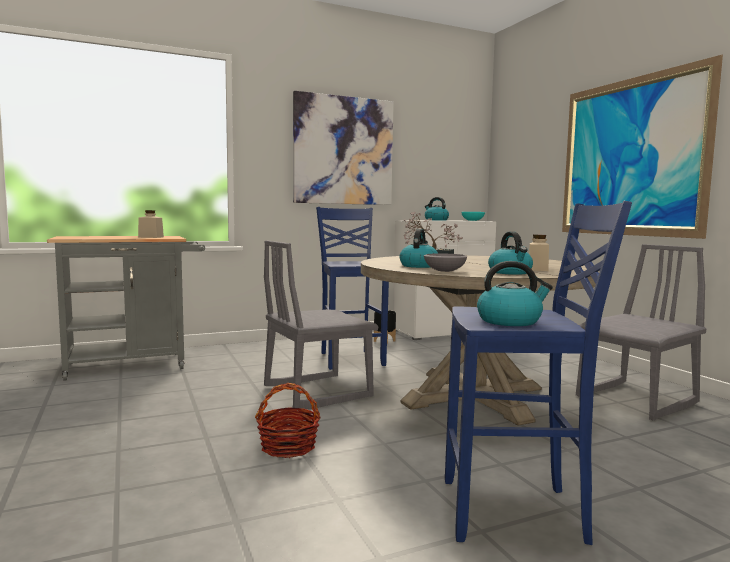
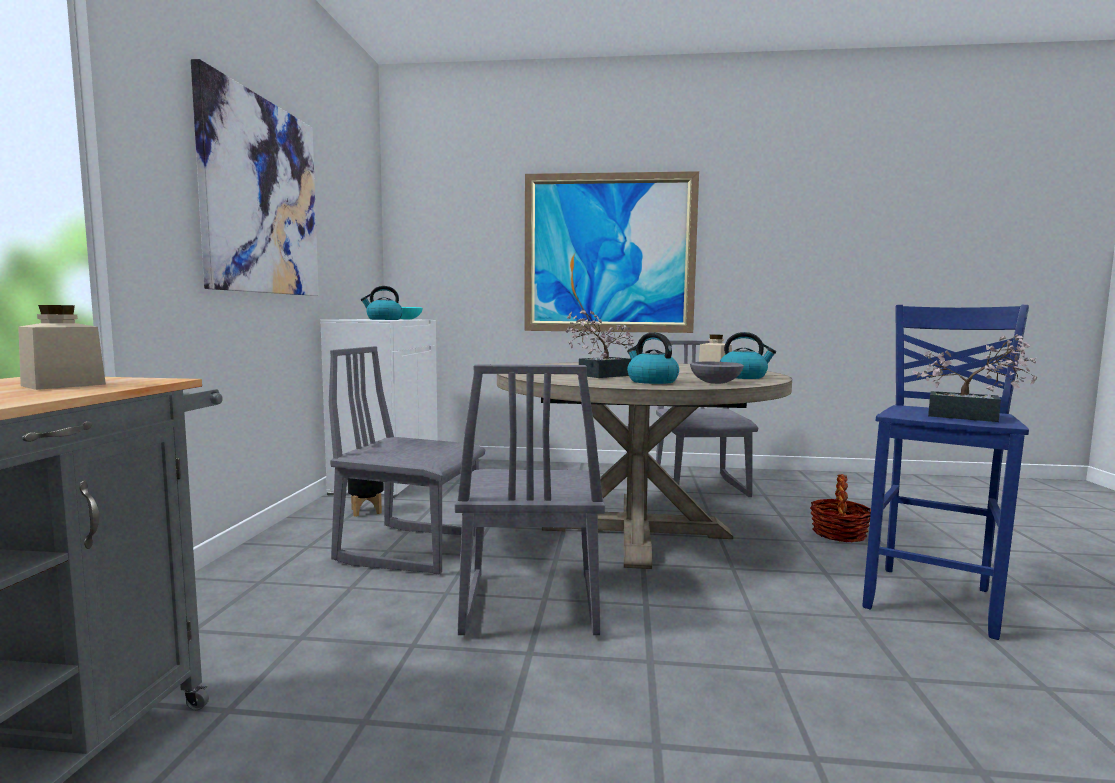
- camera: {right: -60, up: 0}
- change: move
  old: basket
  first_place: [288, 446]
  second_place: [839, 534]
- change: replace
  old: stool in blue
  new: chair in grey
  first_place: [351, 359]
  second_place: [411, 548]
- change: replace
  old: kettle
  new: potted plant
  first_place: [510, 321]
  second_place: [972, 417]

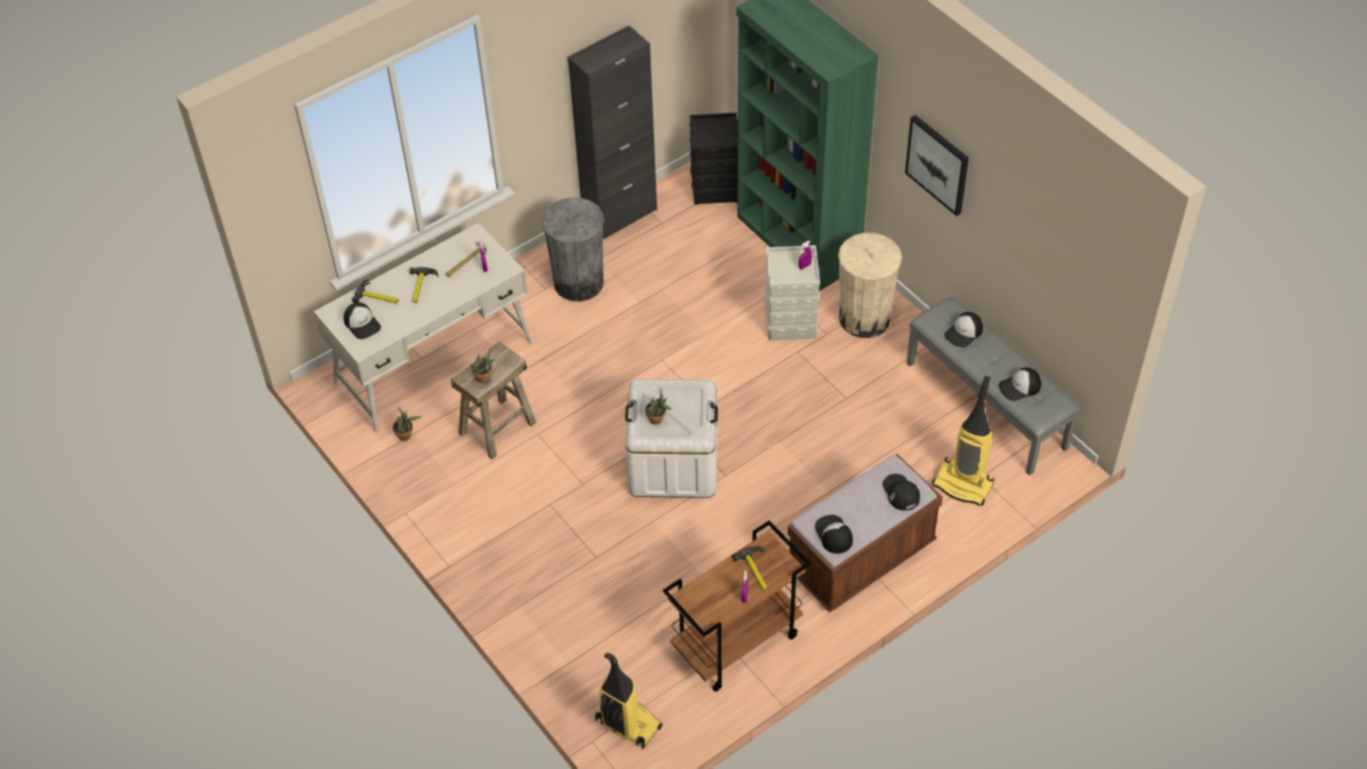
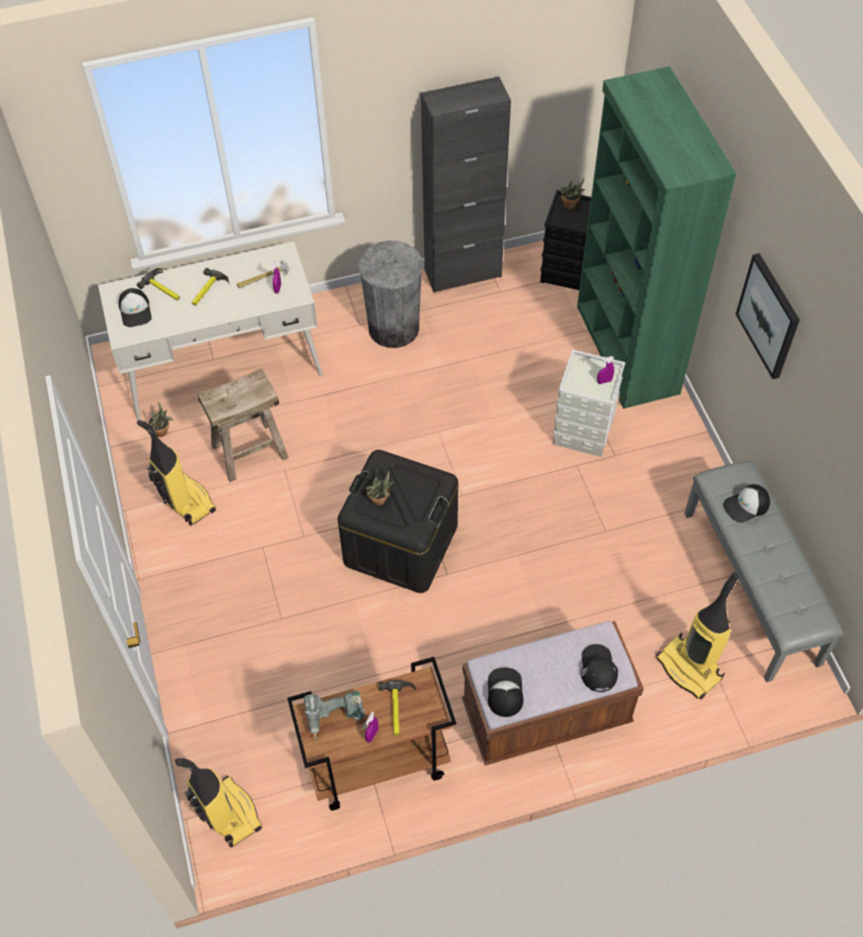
- camera: {right: 20, up: 5}
- change: delete
  old: trash can in beige
  first_place: [864, 318]
- change: delete
  old: cap
  first_place: [1020, 387]
- change: insert
  new: vacuum cleaner
  second_place: [186, 501]
- change: insert
  new: power drill
  second_place: [335, 718]
- change: move
  old: potted plant
  first_place: [484, 378]
  second_place: [570, 206]
- change: recolor
  old: storage box in white
  new: storage box in black
  first_place: [673, 463]
  second_place: [401, 544]

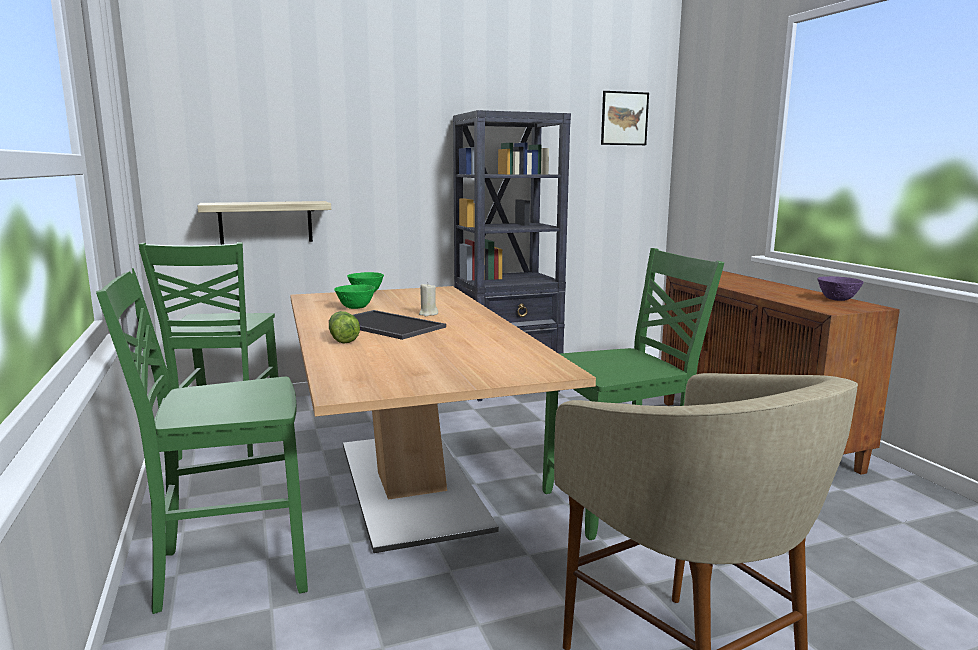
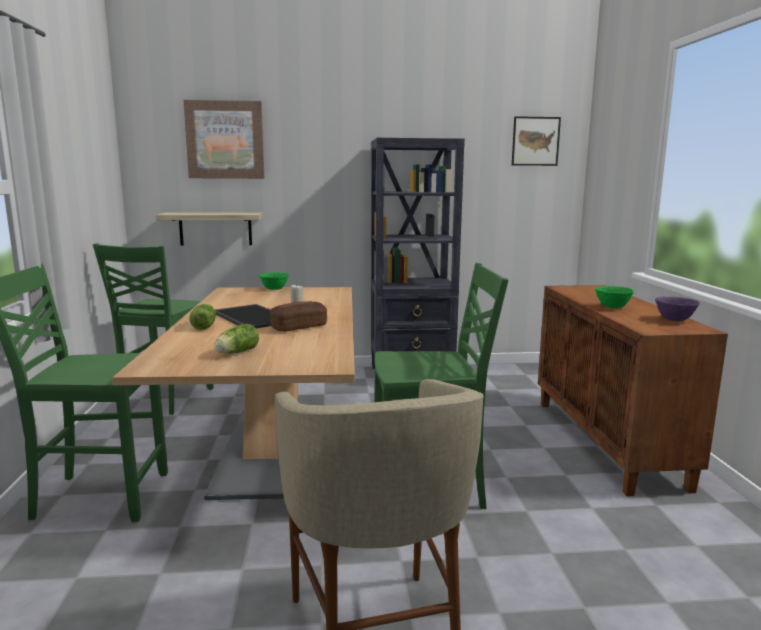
- camera: {right: 15, up: 0}
- change: insert
  new: picture
  second_place: [225, 140]
- change: insert
  new: lettuce
  second_place: [236, 353]
- change: insert
  new: bread
  second_place: [299, 327]
- change: move
  old: bowl in green
  first_place: [355, 308]
  second_place: [612, 307]

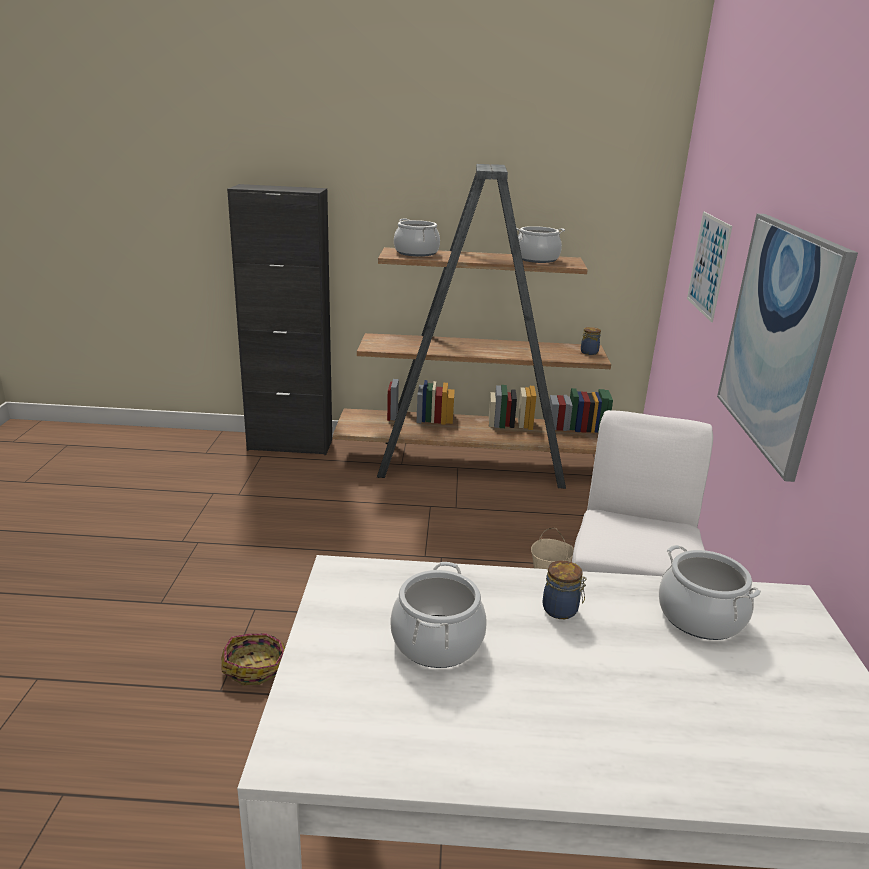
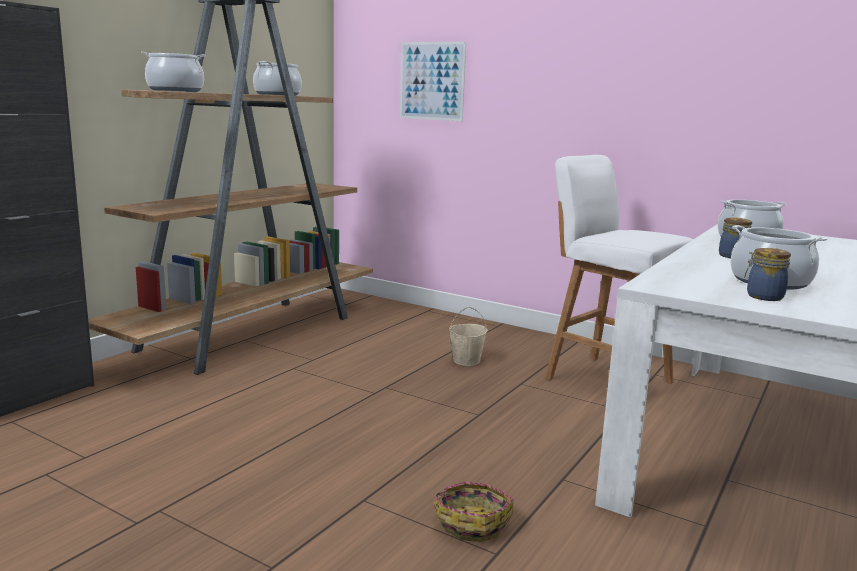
- camera: {right: -60, up: -10}
- change: delete
  old: picture
  first_place: [778, 338]
- change: move
  old: jar
  first_place: [589, 352]
  second_place: [763, 296]

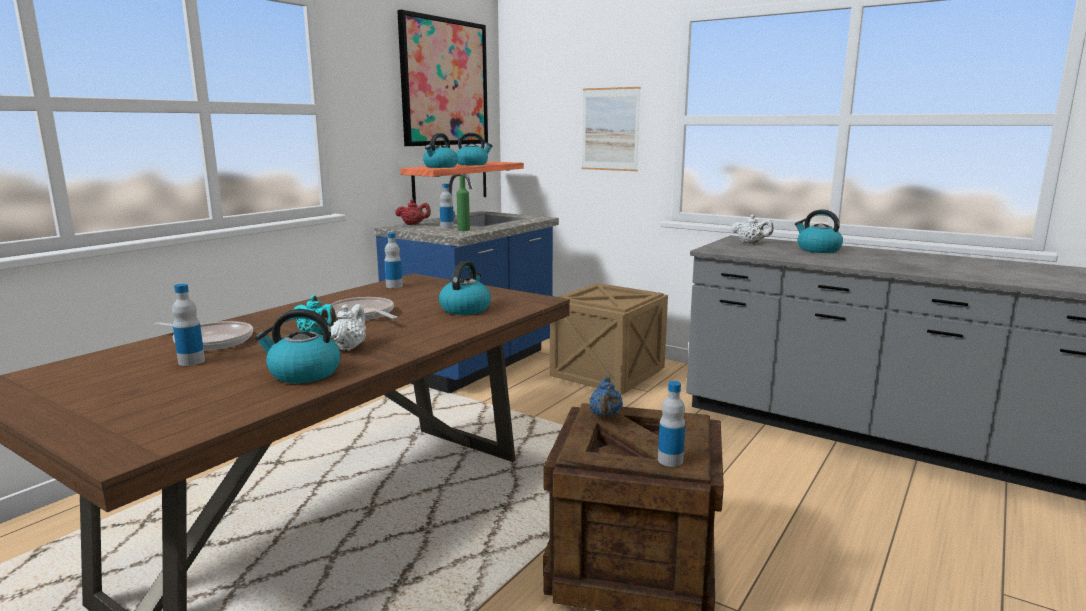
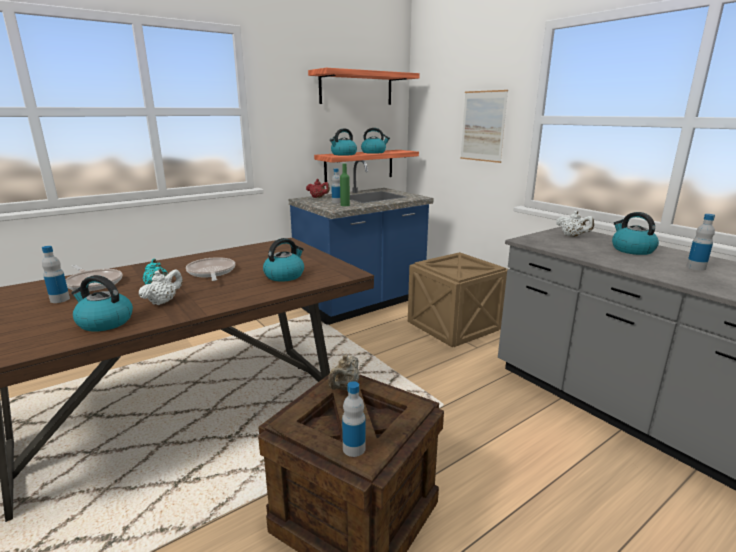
- camera: {right: 20, up: 5}
- change: move
  old: bottle
  first_place: [394, 286]
  second_place: [696, 267]
- change: replace
  old: picture
  new: shelf
  first_place: [444, 82]
  second_place: [356, 88]
- change: recolor
  old: teapot in blue
  new: teapot in beige
  first_place: [605, 416]
  second_place: [344, 387]

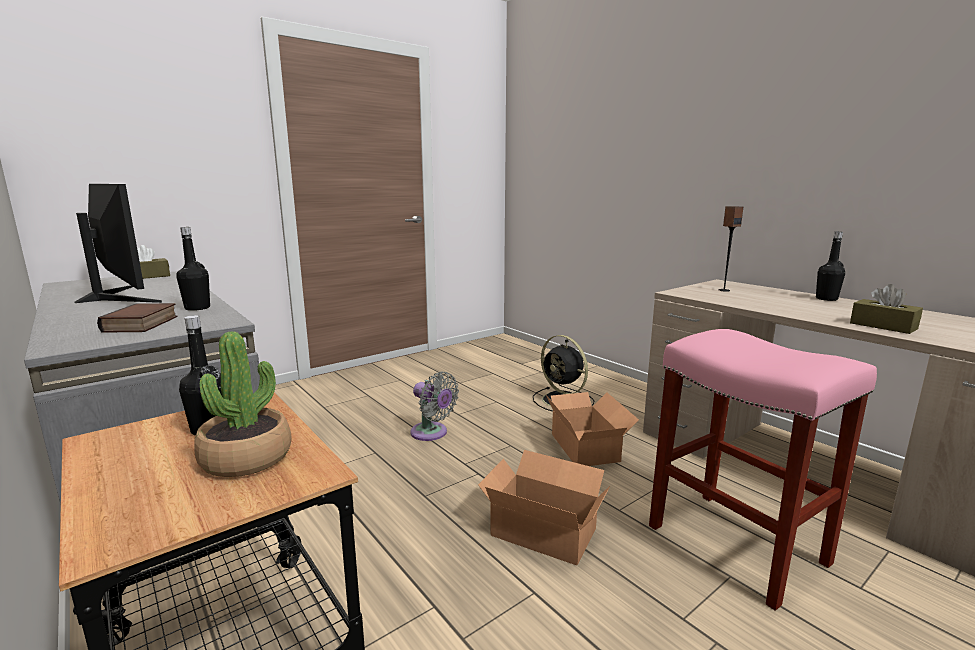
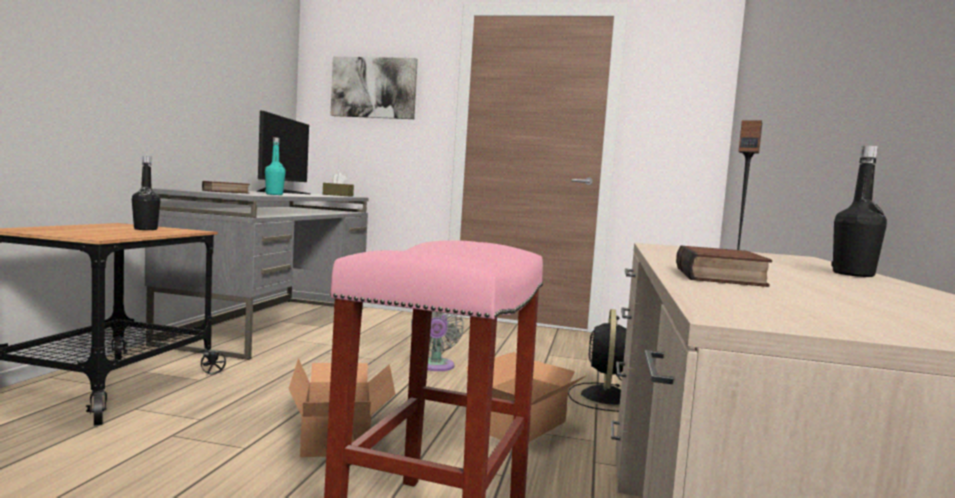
- camera: {right: 50, up: -10}
- change: delete
  old: potted plant
  first_place: [246, 458]
- change: insert
  new: picture
  second_place: [374, 88]
- change: replace
  old: tissue box in brown
  new: book
  first_place: [883, 326]
  second_place: [722, 277]
- change: recolor
  old: bottle in black
  new: bottle in turquoise
  first_place: [197, 308]
  second_place: [274, 194]

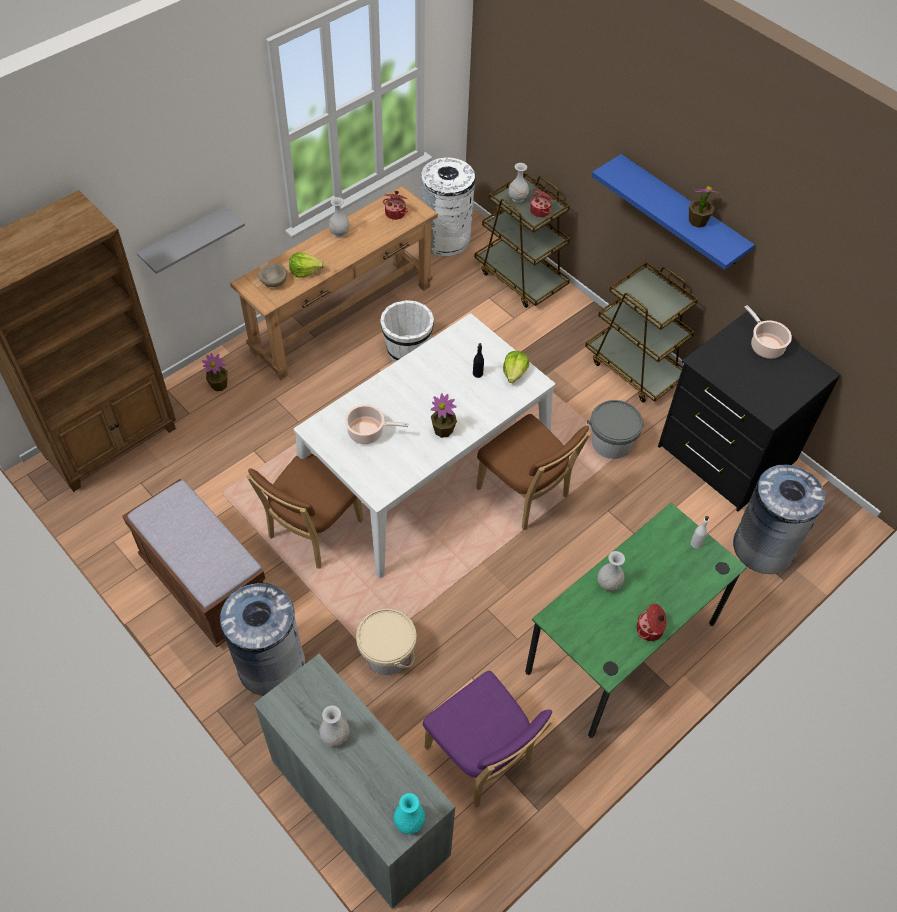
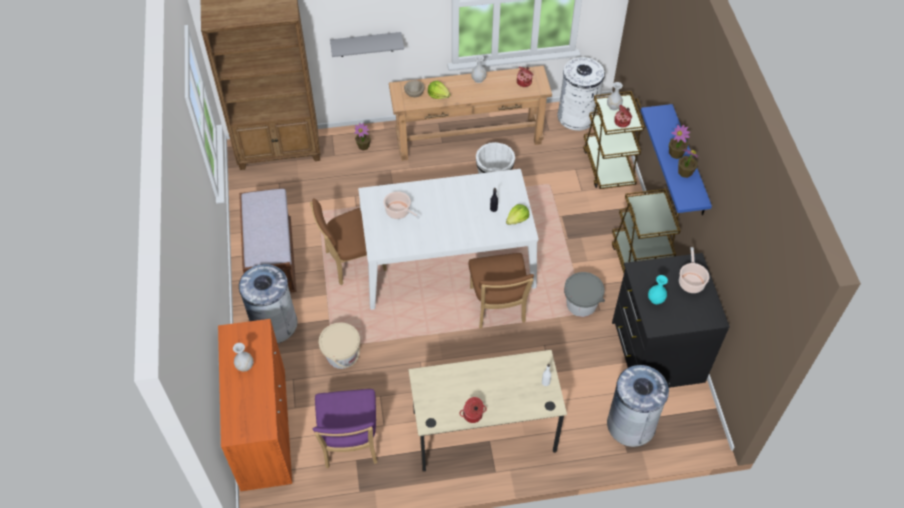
- camera: {right: 35, up: 0}
- change: delete
  old: vase in white
  first_place: [609, 584]
- change: move
  old: vase in turquoise
  first_place: [409, 822]
  second_place: [656, 299]
- change: move
  old: potted plant
  first_place: [443, 430]
  second_place: [676, 153]
- change: recolor
  old: cabinet in grey
  new: cabinet in orange
  first_place: [360, 807]
  second_place: [264, 429]
- change: recolor
  old: desk in green
  new: desk in beige
  first_place: [621, 647]
  second_place: [484, 431]

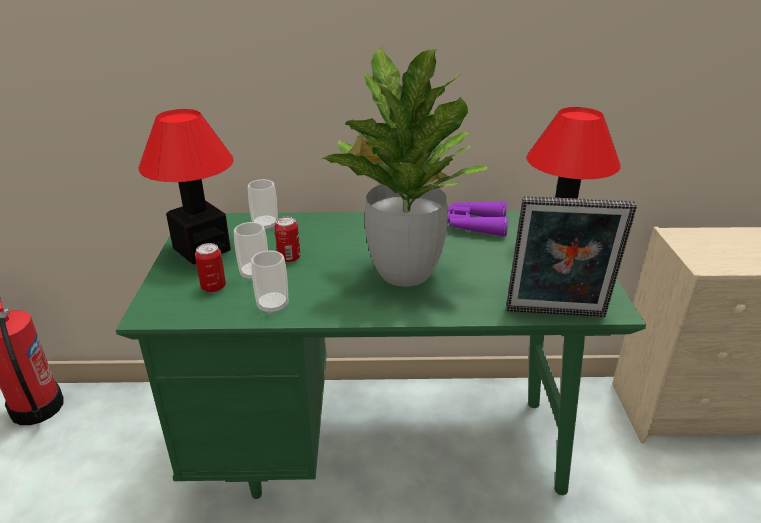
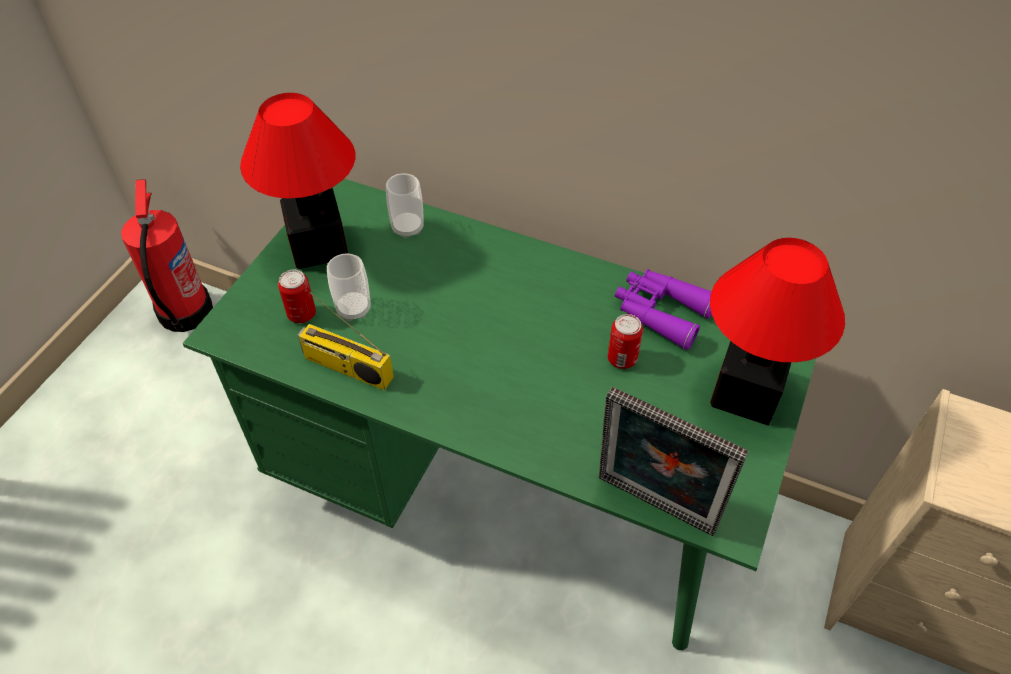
- camera: {right: 25, up: 20}
- change: delete
  old: potted plant
  first_place: [403, 273]
- change: move
  old: can
  first_place: [289, 258]
  second_place: [622, 359]
- change: replace
  old: cup
  new: radio
  first_place: [273, 306]
  second_place: [346, 368]

